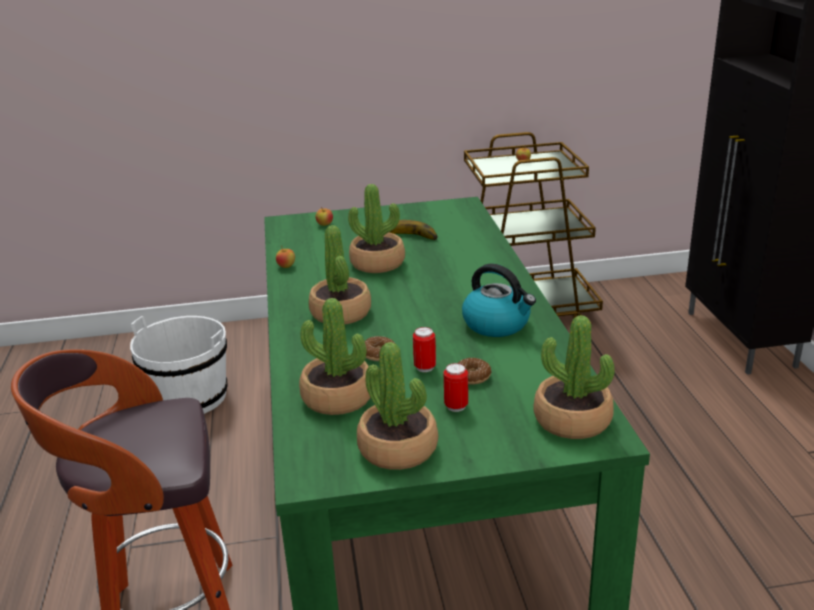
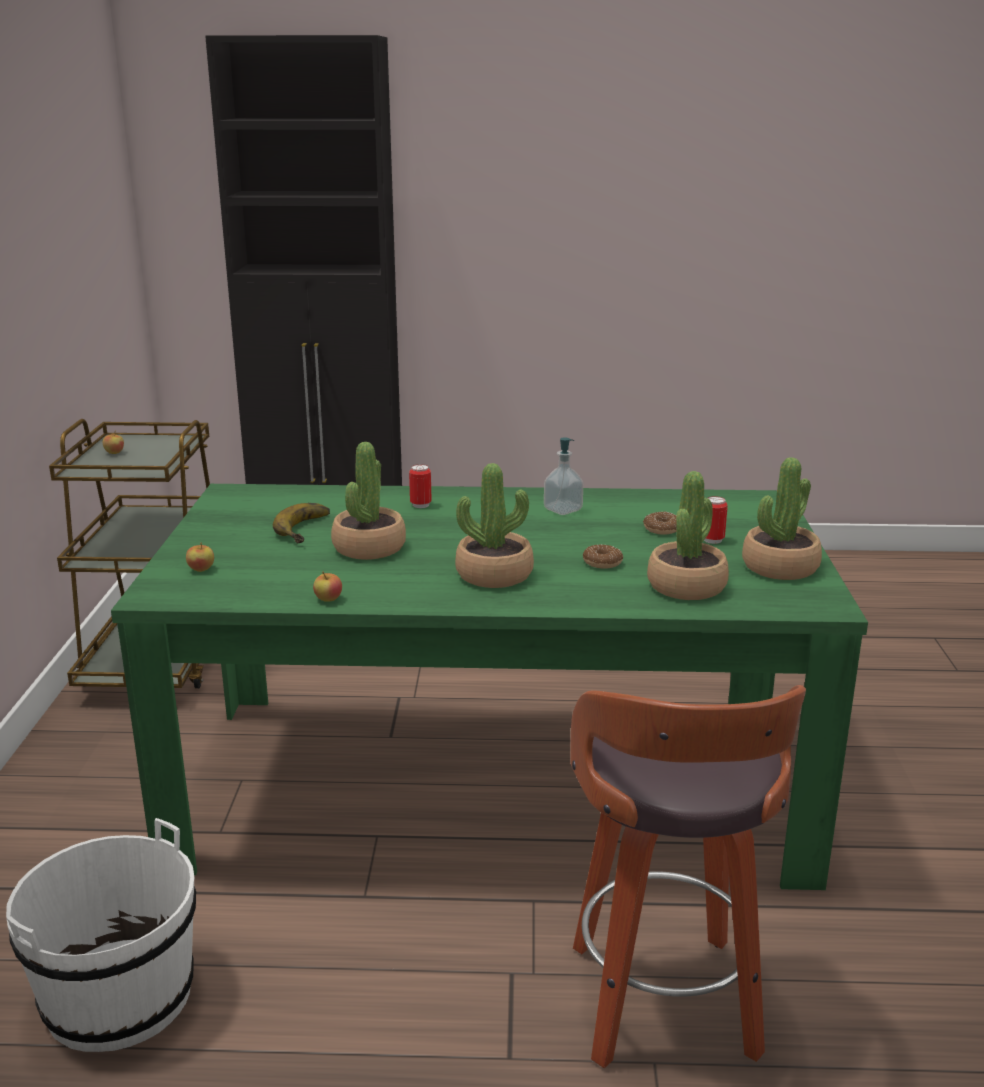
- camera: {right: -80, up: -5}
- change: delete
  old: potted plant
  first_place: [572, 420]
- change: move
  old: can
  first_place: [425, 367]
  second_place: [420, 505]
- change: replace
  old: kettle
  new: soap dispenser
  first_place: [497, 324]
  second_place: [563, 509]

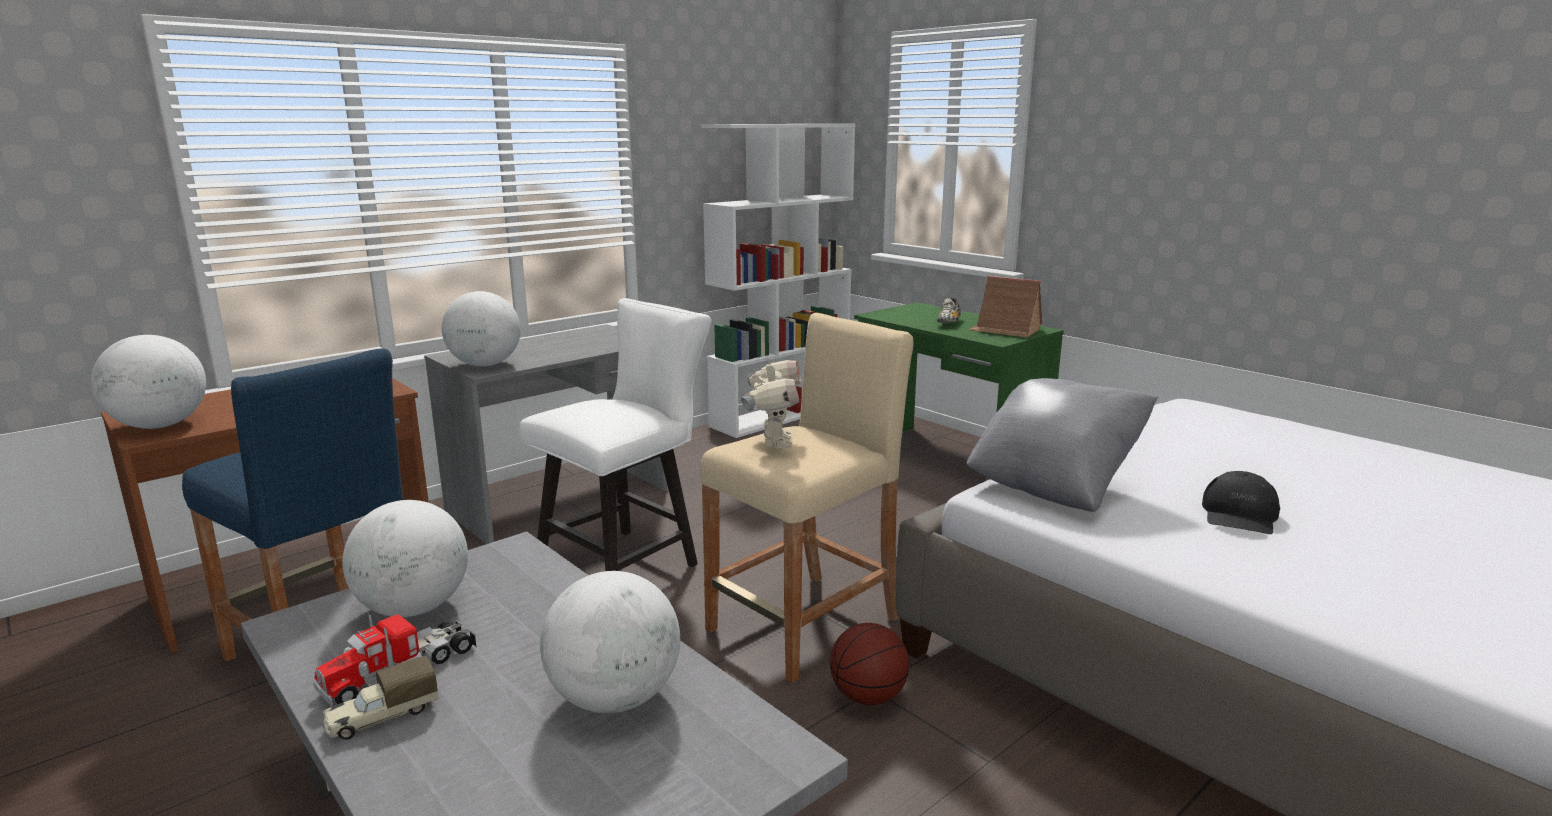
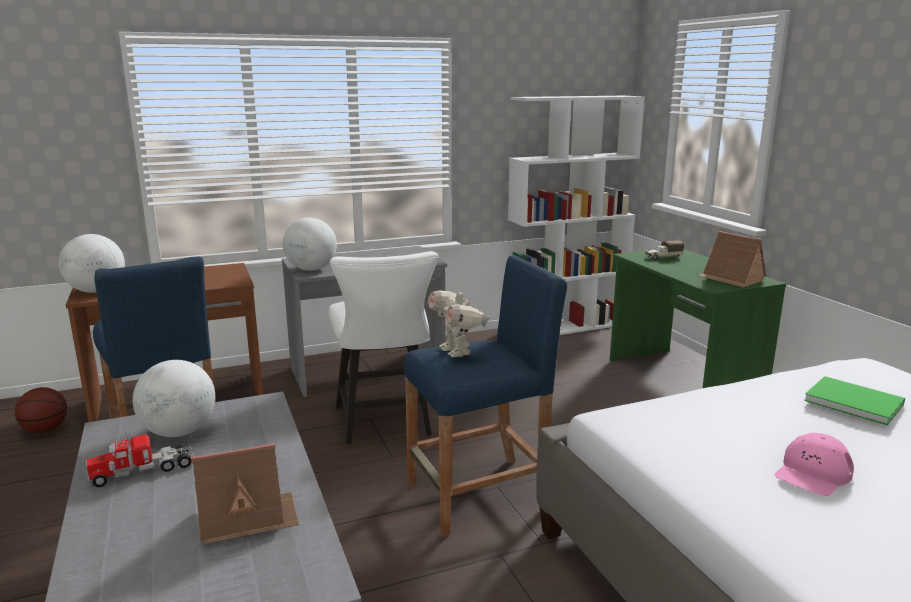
- camera: {right: 20, up: 0}
- change: delete
  old: shoe
  first_place: [948, 323]
- change: delete
  old: pillow in grey
  first_place: [1054, 485]
- change: insert
  new: book in green
  second_place: [851, 401]
- change: move
  old: toy truck
  first_place: [381, 717]
  second_place: [662, 257]
- change: move
  old: basketball
  first_place: [868, 697]
  second_place: [45, 430]
- change: replace
  old: globe
  new: toy house
  first_place: [614, 698]
  second_place: [247, 518]
- change: recolor
  old: stool in beige
  new: stool in blue
  first_place: [805, 624]
  second_place: [481, 494]
- change: recolor
  old: cap in black
  new: cap in pink
  first_place: [1239, 515]
  second_place: [812, 473]
- change: rotate
  old: chair in white
  first_place: [627, 562]
  second_place: [385, 424]
  degrees: 105
- change: rotate
  old: toy robot
  first_place: [774, 442]
  second_place: [457, 351]
  degrees: 135

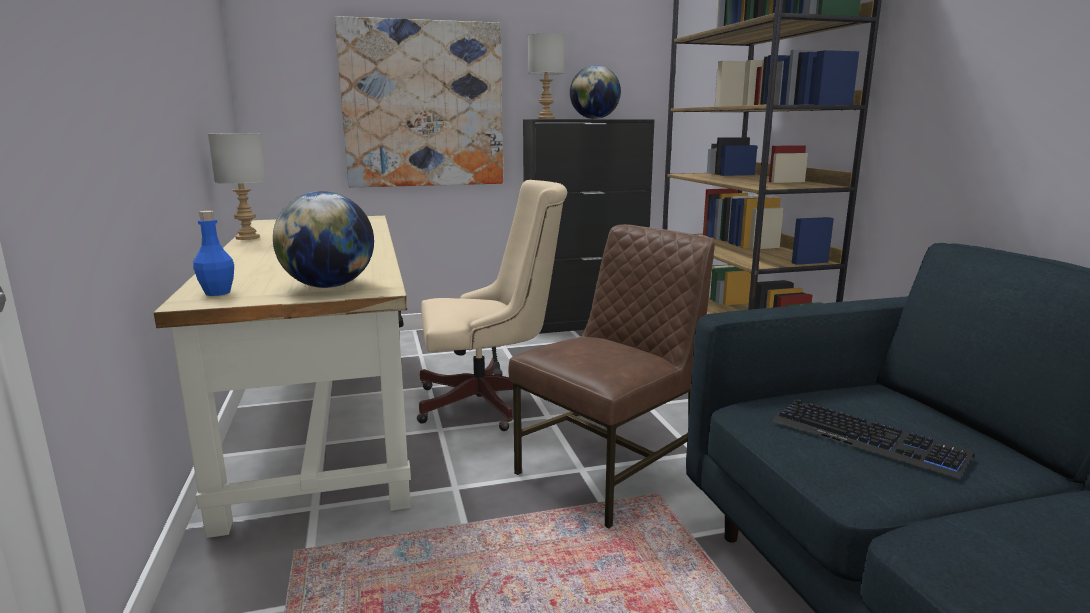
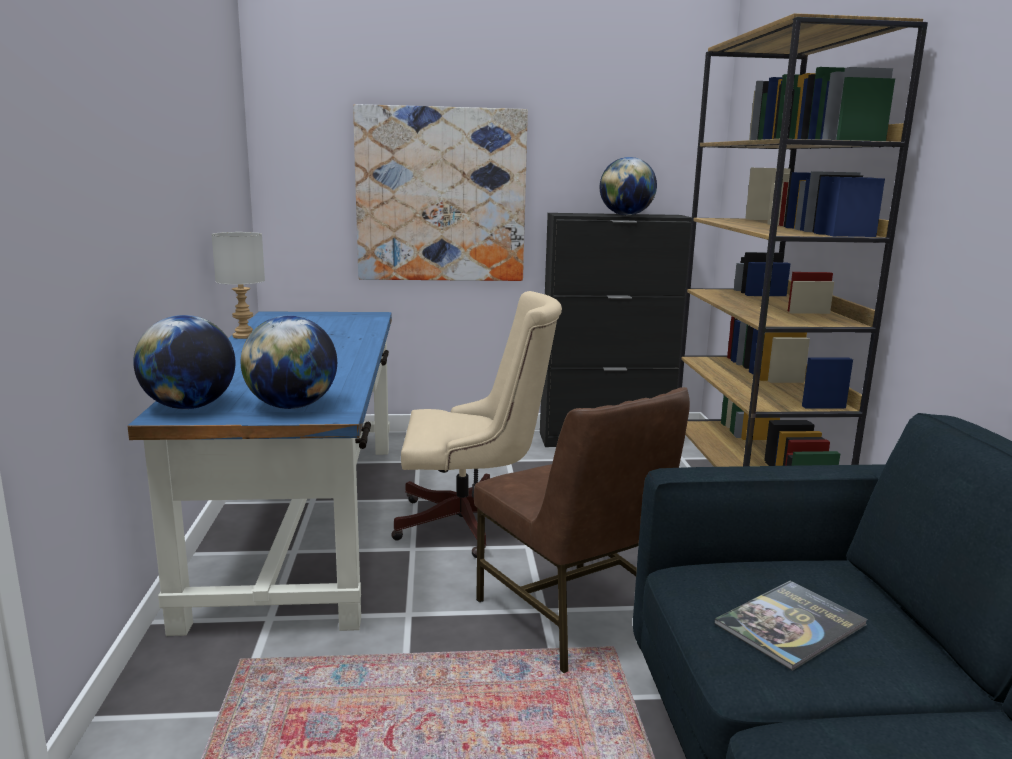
- camera: {right: 10, up: 0}
- change: delete
  old: table lamp in grey
  first_place: [546, 118]
- change: replace
  old: bottle in blue
  new: globe
  first_place: [217, 293]
  second_place: [189, 406]
- change: replace
  old: keyboard
  new: book
  first_place: [867, 440]
  second_place: [790, 625]
- change: recolor
  old: desk in beige
  new: desk in blue
  first_place: [323, 413]
  second_place: [304, 519]
- change: rotate
  old: chair in brown
  first_place: [610, 472]
  second_place: [571, 617]
  degrees: 90

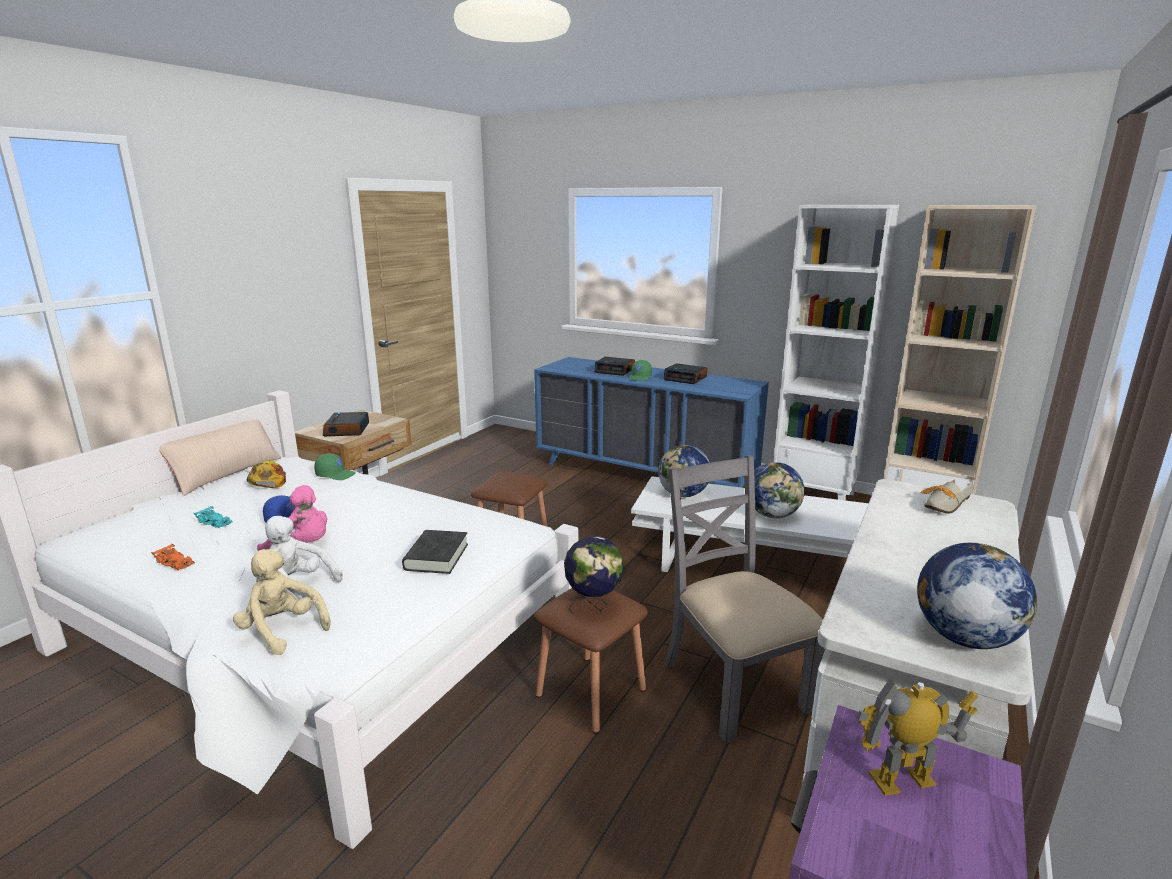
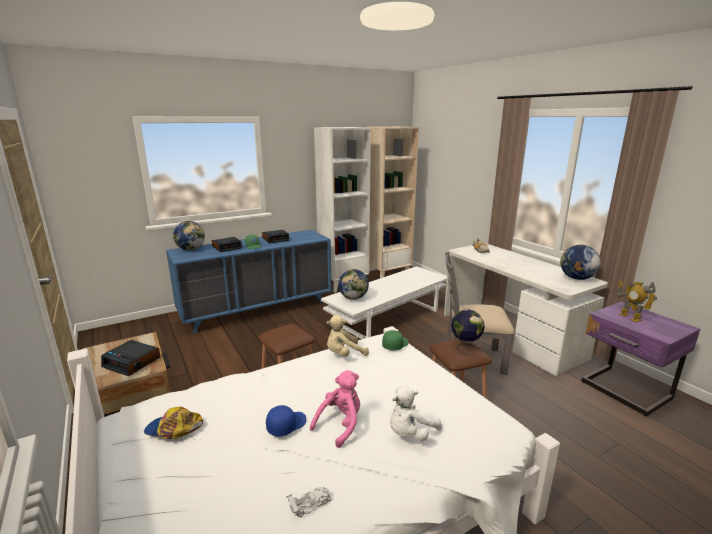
- camera: {right: -60, up: 0}
- change: delete
  old: pillow in beige
  first_place: [226, 474]
- change: delete
  old: toy car in turquoise
  first_place: [215, 522]
- change: delete
  old: book in black
  first_place: [436, 557]
- change: move
  old: plush toy in beige
  first_place: [282, 630]
  second_place: [344, 354]
- change: move
  old: cap in green
  first_place: [336, 474]
  second_place: [395, 345]
- change: move
  old: globe
  first_place: [773, 515]
  second_place: [191, 249]
- change: recolor
  old: toy car in orange
  new: toy car in white
  first_place: [175, 563]
  second_place: [310, 503]
- change: rotate
  old: toy robot
  first_place: [902, 781]
  second_place: [630, 317]
  degrees: -45

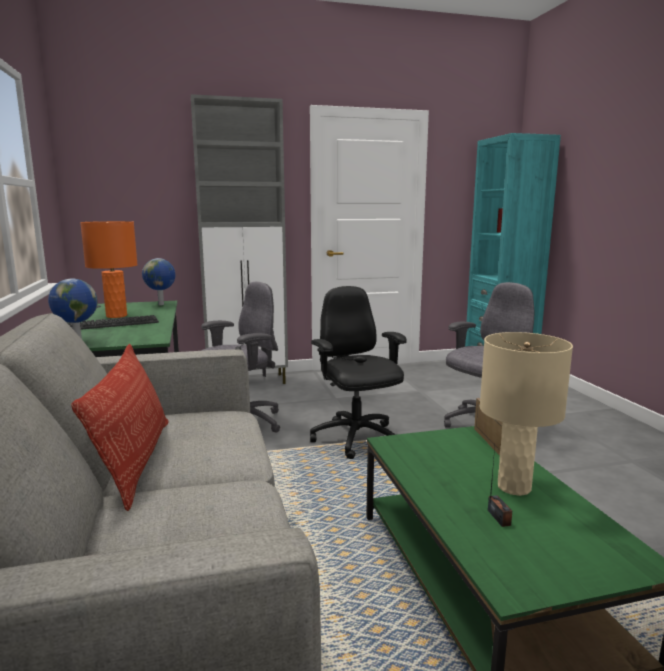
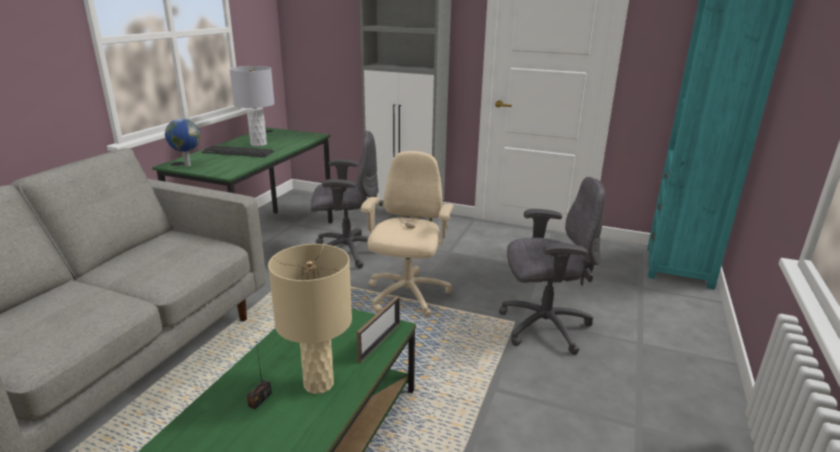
- camera: {right: 35, up: 10}
- change: delete
  old: pillow
  first_place: [135, 460]
- change: delete
  old: globe
  first_place: [161, 304]
- change: recolor
  old: table lamp in orange
  new: table lamp in grey
  first_place: [116, 316]
  second_place: [258, 144]
- change: recolor
  old: office chair in black
  new: office chair in beige
  first_place: [356, 439]
  second_place: [407, 296]

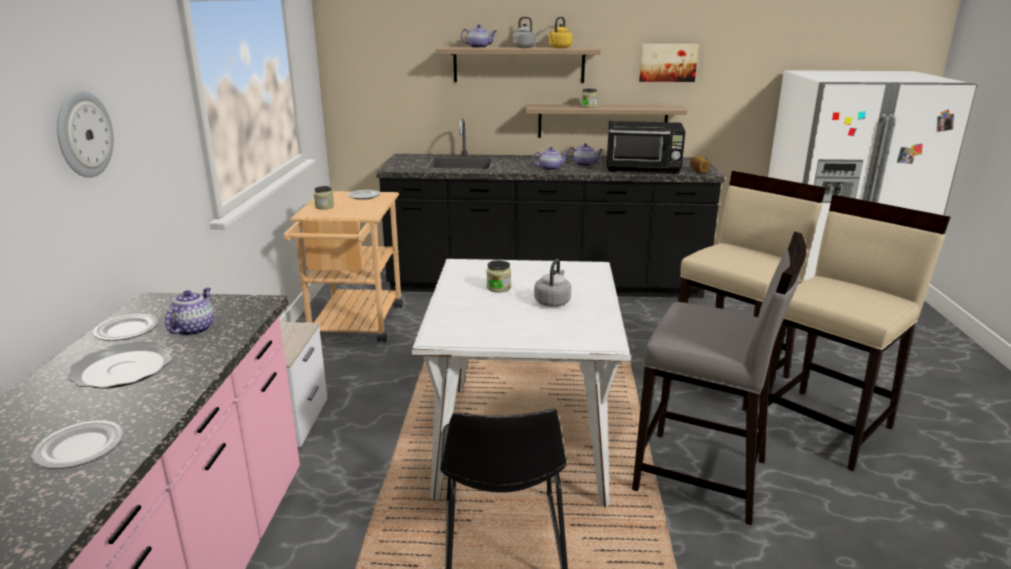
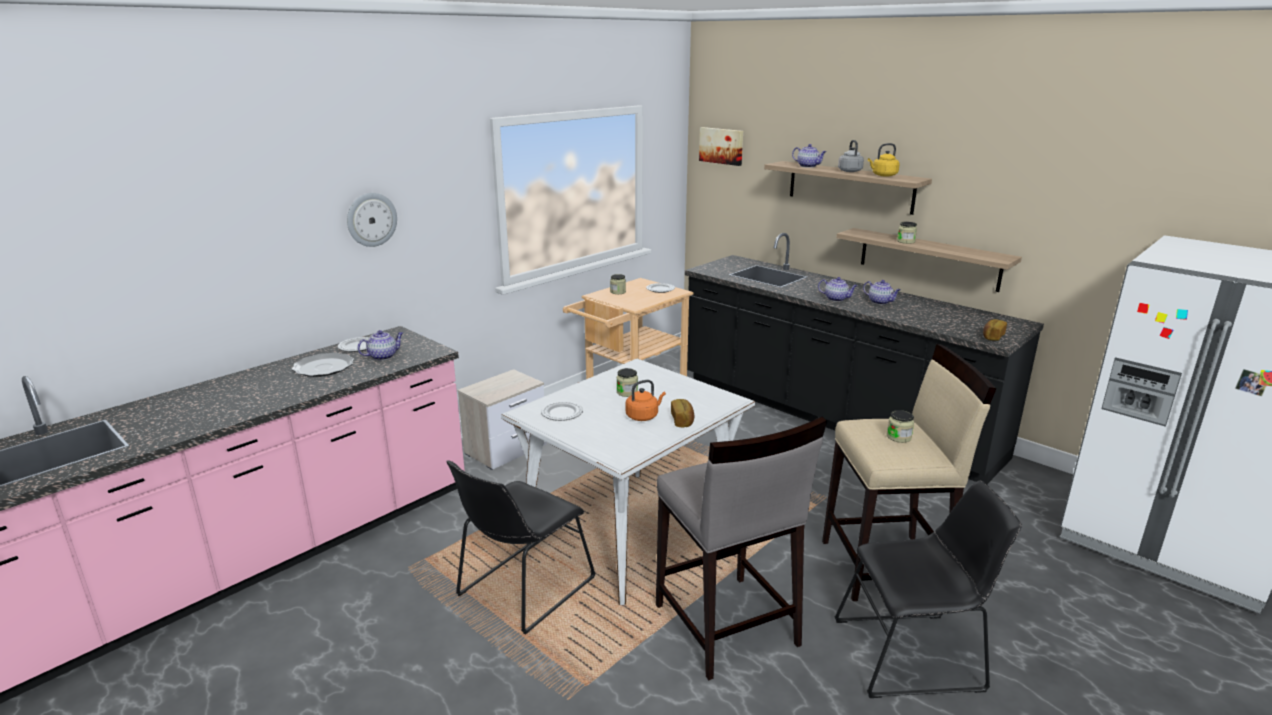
- camera: {right: 40, up: 0}
- change: delete
  old: microwave in black
  first_place: [643, 170]
- change: insert
  new: bread
  second_place: [683, 421]
- change: insert
  new: jar
  second_place: [898, 437]
- change: move
  old: plate
  first_place: [80, 448]
  second_place: [562, 413]
- change: move
  old: picture
  first_place: [668, 62]
  second_place: [722, 146]
- change: replace
  old: stool in beige
  new: chair in black
  first_place: [826, 427]
  second_place: [914, 654]
- change: recolor
  old: kettle in grey
  new: kettle in orange
  first_place: [553, 301]
  second_place: [643, 416]

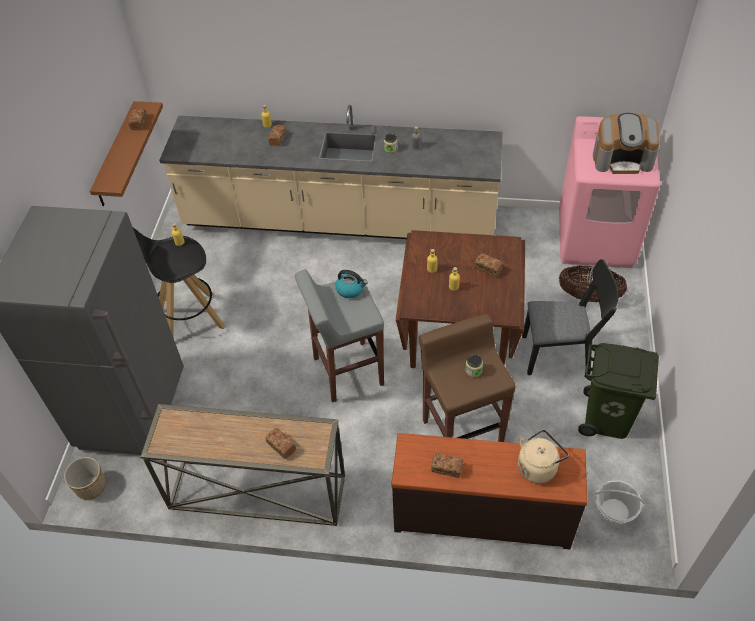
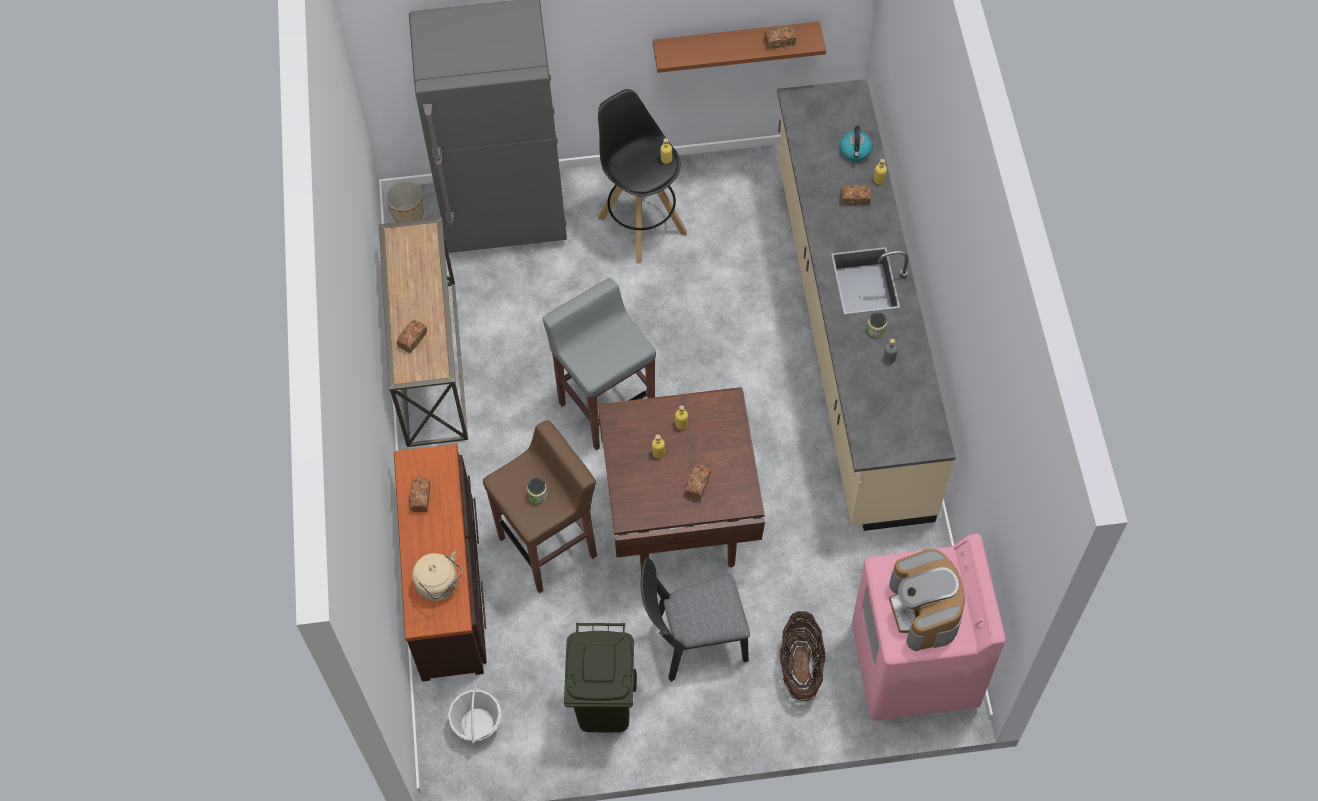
- camera: {right: 75, up: 10}
- change: move
  old: kettle
  first_place: [351, 289]
  second_place: [855, 151]
- change: rotate
  old: chair in black
  first_place: [561, 354]
  second_place: [692, 642]
  degrees: 90

